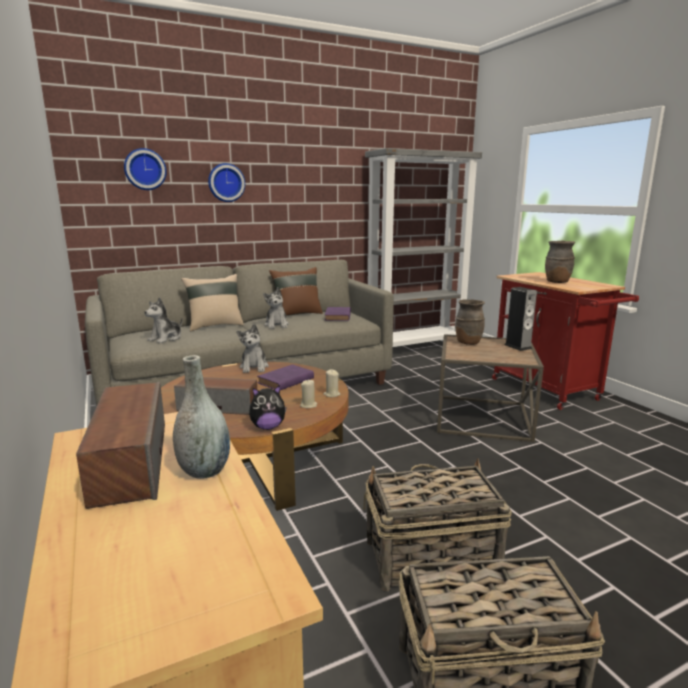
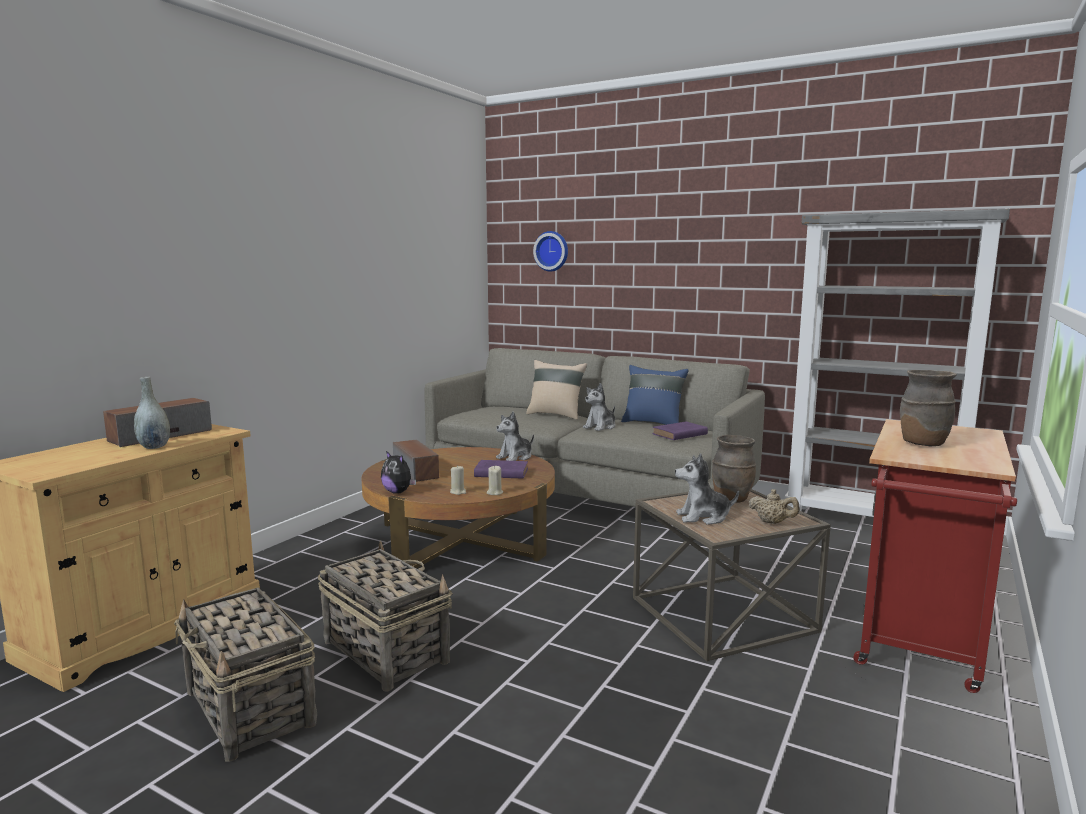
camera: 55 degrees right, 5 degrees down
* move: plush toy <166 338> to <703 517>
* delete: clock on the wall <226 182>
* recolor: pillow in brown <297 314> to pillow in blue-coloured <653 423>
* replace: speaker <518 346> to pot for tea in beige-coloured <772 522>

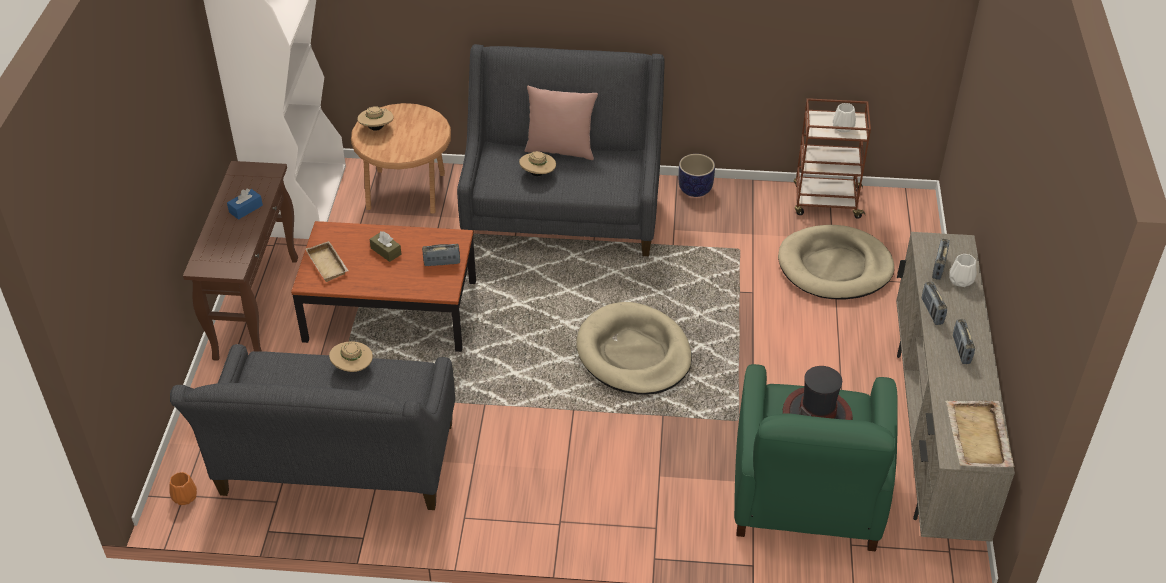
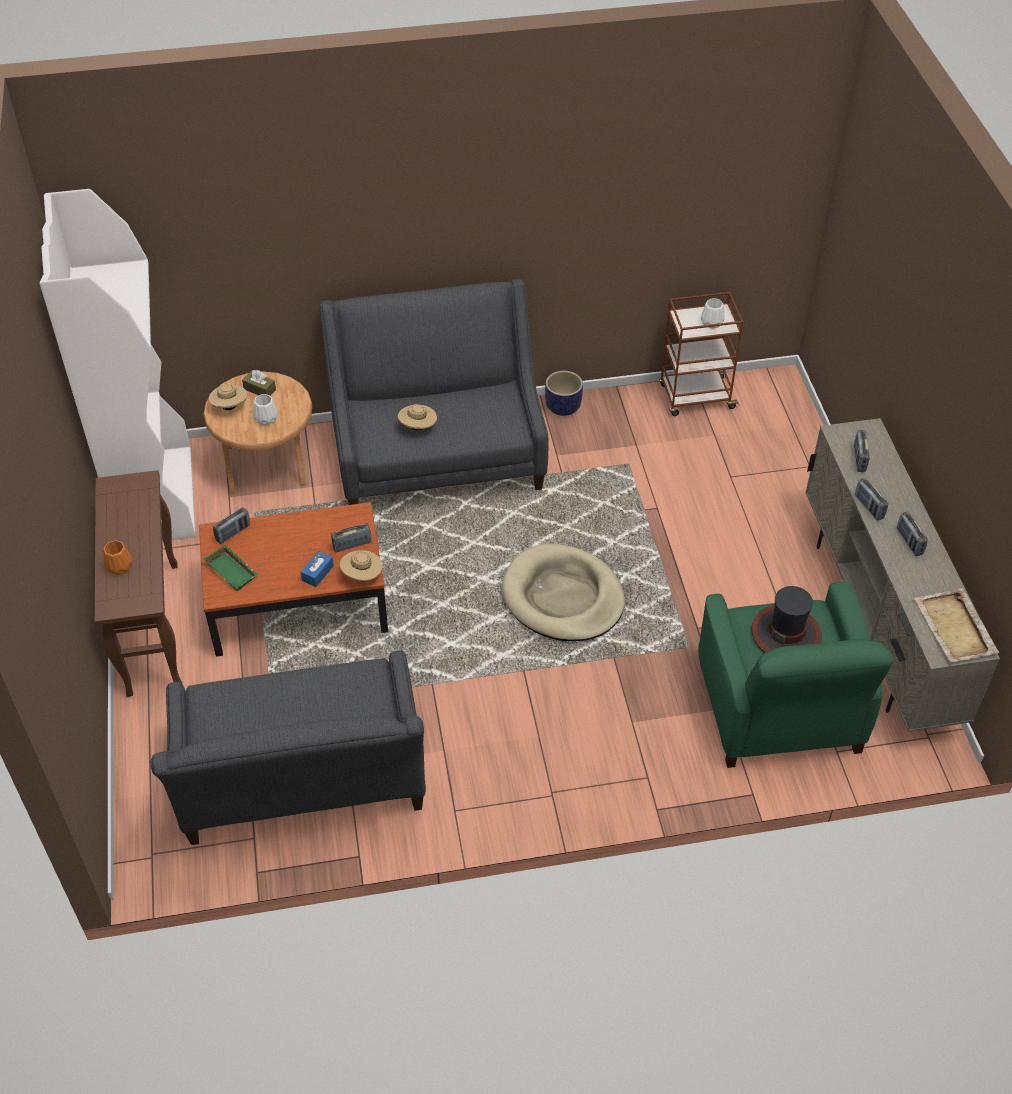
camera: 15 degrees left, 5 degrees up
* move: vase in orange-coloured <184 497> to <119 567>
* move: tissue box in blue-coloured <246 209> to <317 573>
* recolor: tray in beige-coloured <329 264> to tray in green-coloured <233 570>
* move: hat in beige-coloured <353 367> to <362 575>
* move: tissue box in brown <386 251> to <259 389>
* delete: pillow in pink <560 150>
* delete: dog cushion in beige-coloured <834 267>
* move: vase in white-coloured <961 280> to <266 419>
* insert: radio set <233 533>

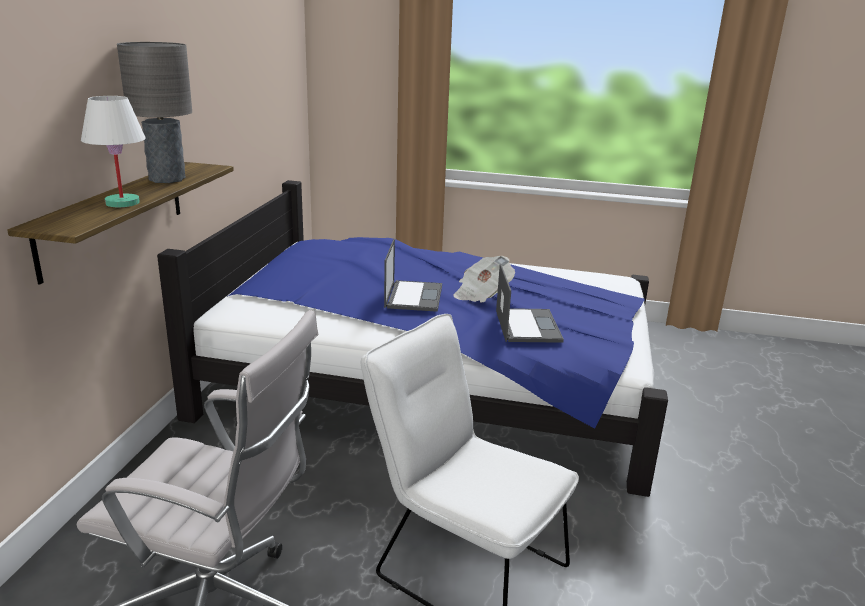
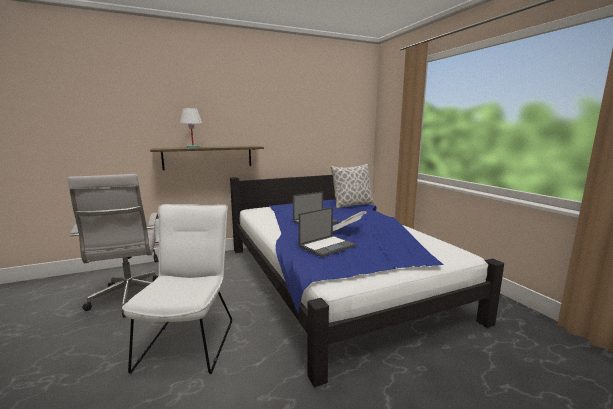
camera: 55 degrees right, 10 degrees down
* delete: tabletop lamp in greyish <167 179>
* insert: pillow <352 205>

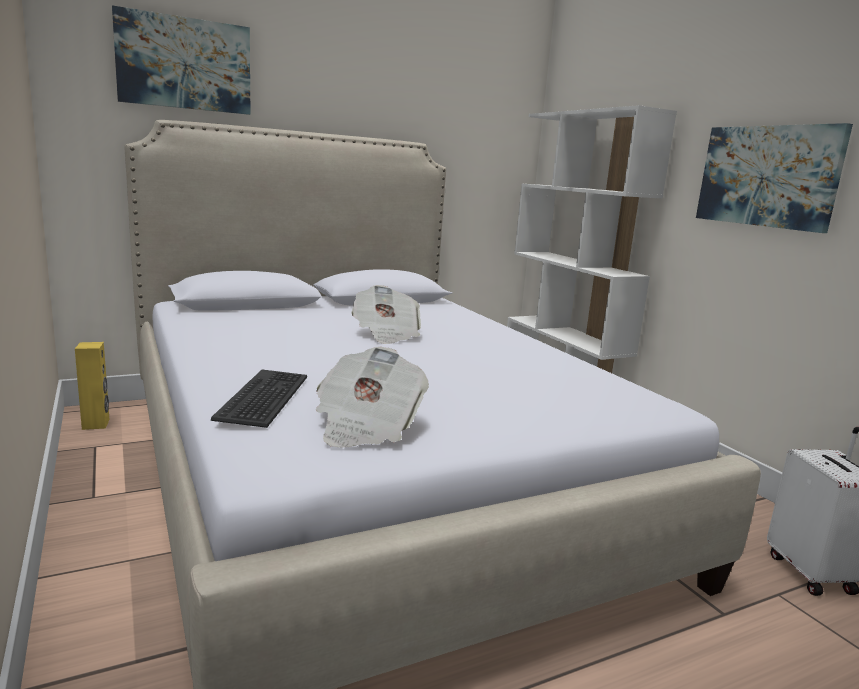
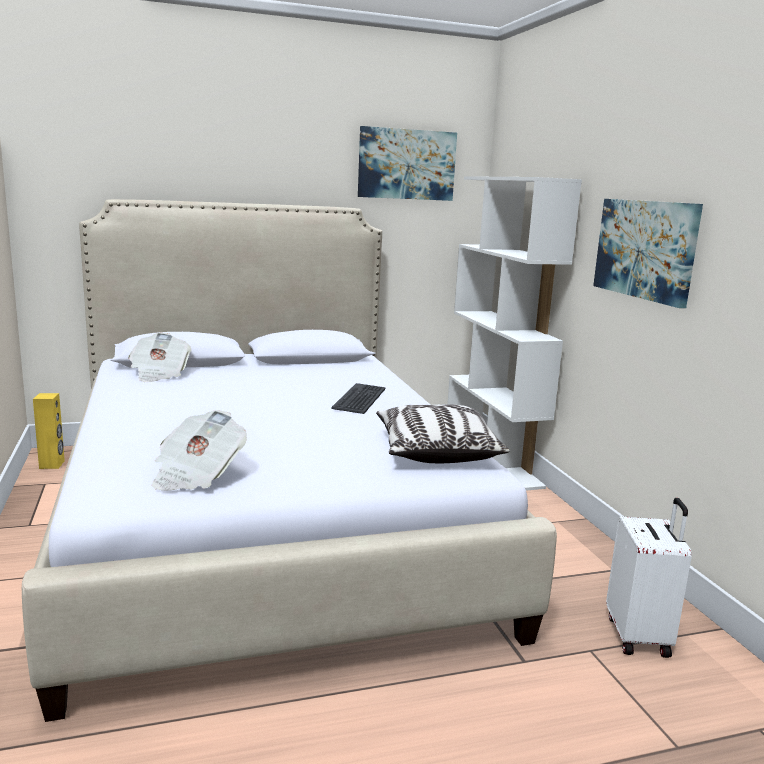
camera: 10 degrees right, 0 degrees up
* move: picture <184 64> to <406 164>
* move: keyboard <265 398> to <360 399>
* move: daily paper <386 334> to <159 374>
* insert: pillow <436 452>

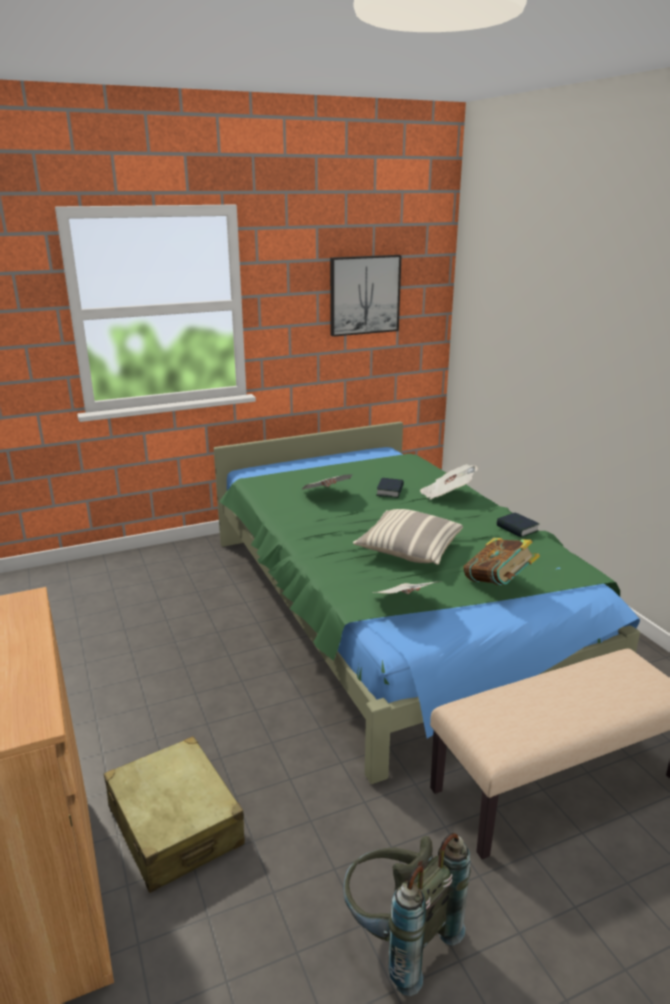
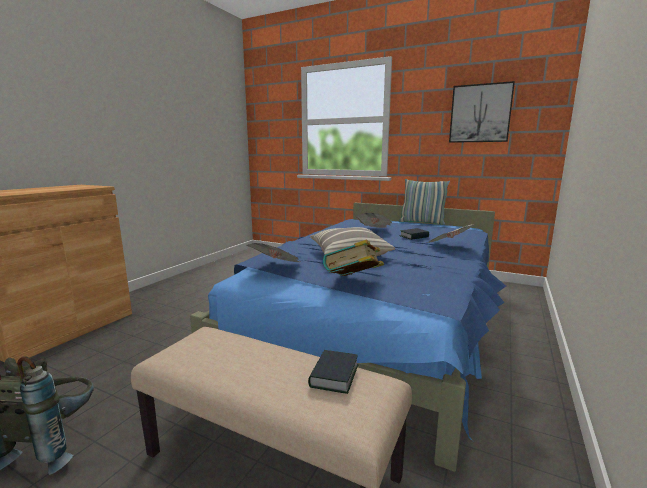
camera: 50 degrees right, 10 degrees down
* delete: piece of luggage in beige-coloured <175 826>
* recolor: bed in green-coloured <390 610> to bed in blue-coloured <379 320>
* move: book <517 529> to <334 376>
* insert: pillow <422 222>

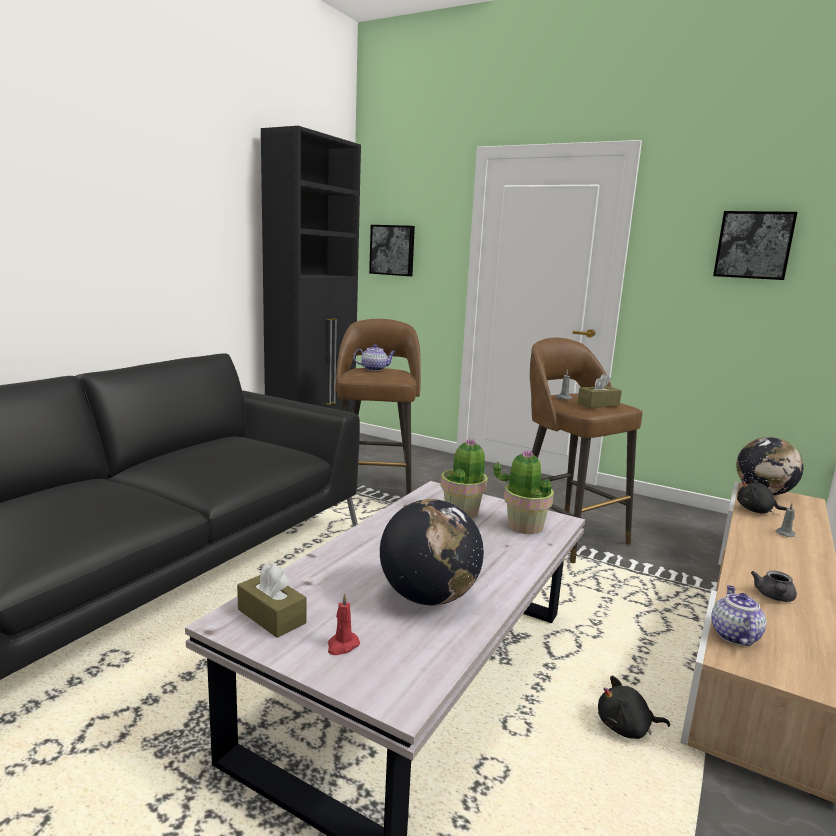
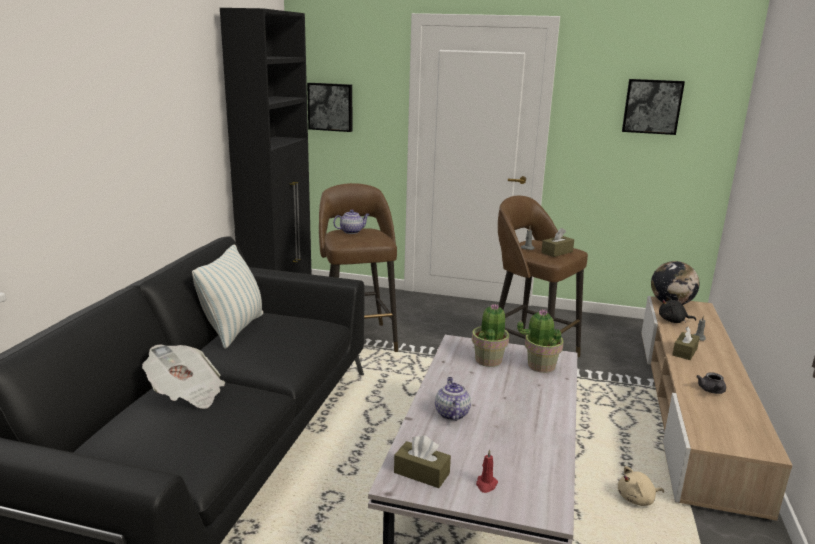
camera: 15 degrees left, 5 degrees up
* delete: globe <429 597>
* recolor: plush toy in black-coloured <626 728> to plush toy in beige-coloured <637 499>
* move: pot for tea <733 635> to <451 413>
* insert: daily paper <187 393>
* insert: pillow <234 329>
* insert: tissue box in brown <684 352>

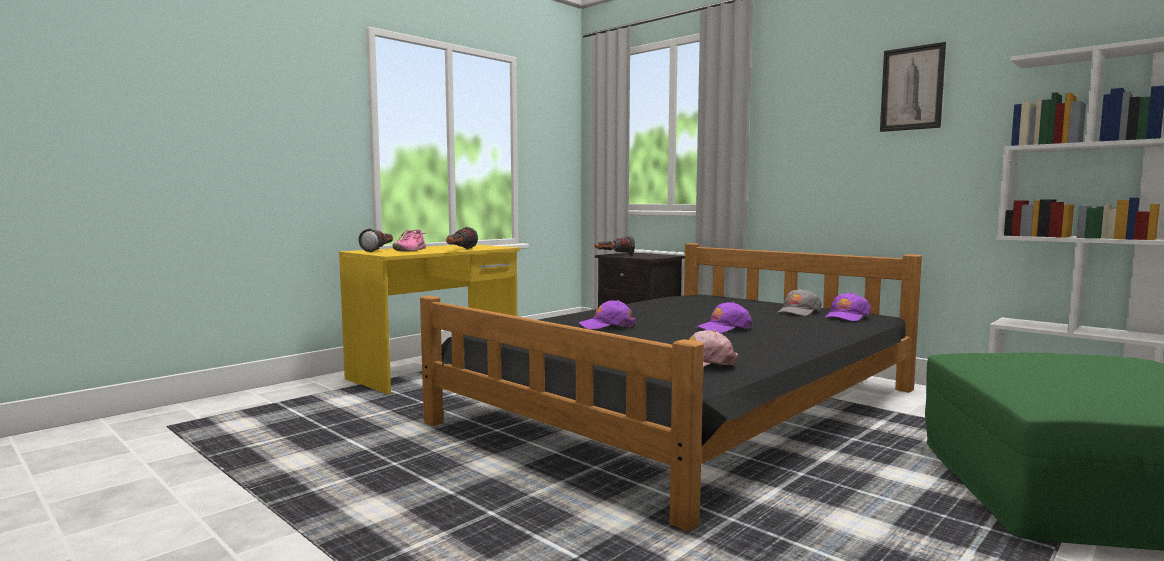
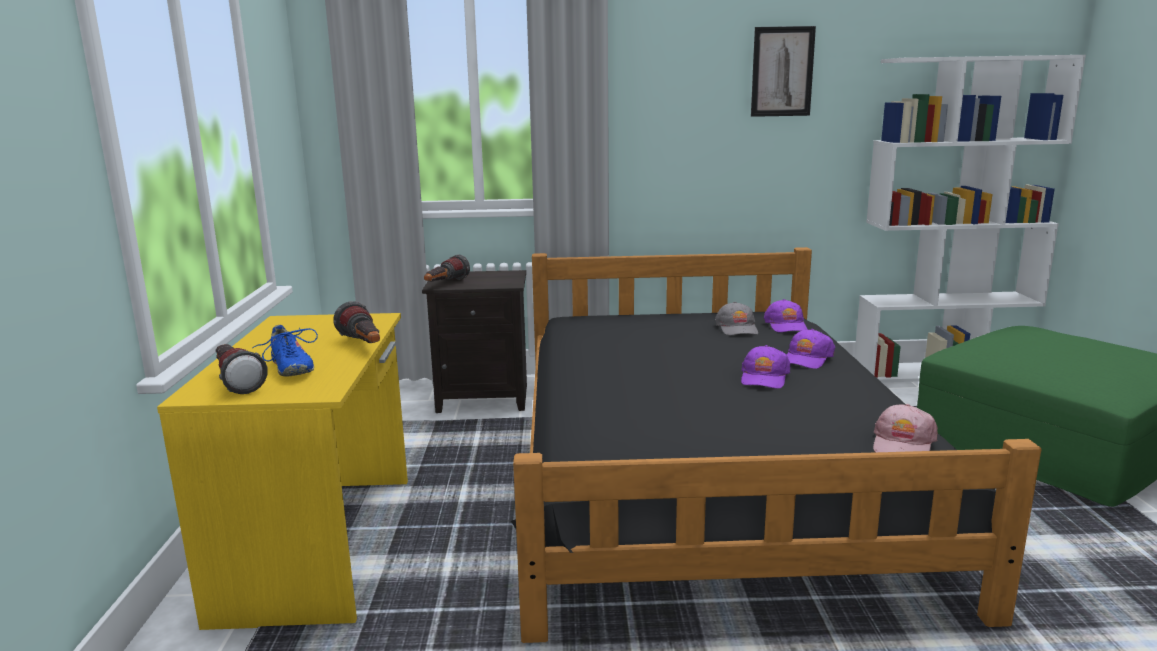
camera: 45 degrees left, 10 degrees up
* recolor: shoe in pink <409 250> to shoe in blue-coloured <290 368>
* move: peaked cap in purple <607 325> to <807 359>

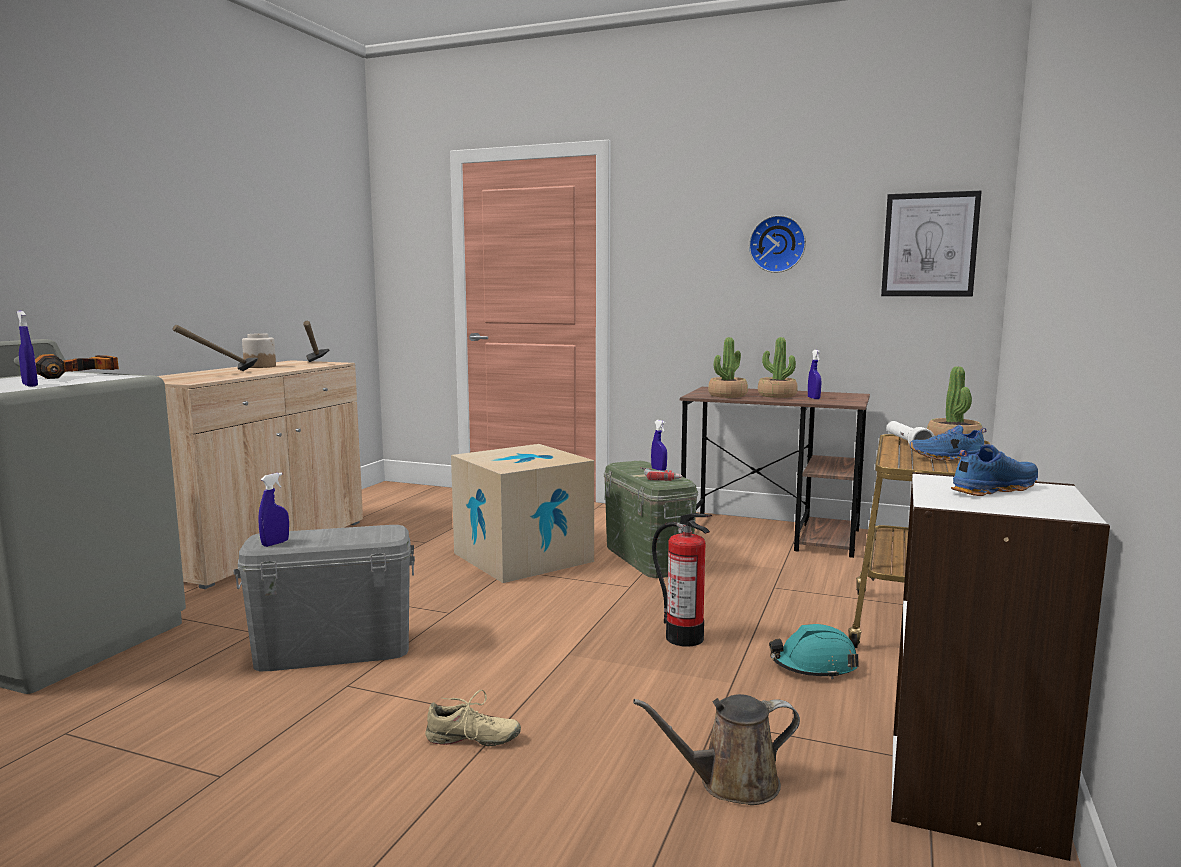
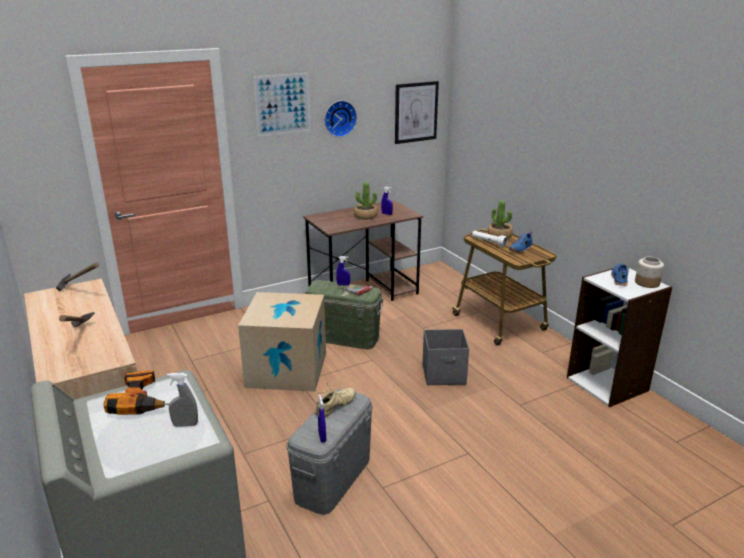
camera: 50 degrees left, 15 degrees up
* recolor: hand sprayer in blue-coloured <30 385> to hand sprayer in greyish <185 425>
* move: jar <260 366> to <646 283>
* move: shoe in beige-coloured <472 739> to <335 406>
* delete: sprinkling can in brown <731 783>
* replace: extinguisher <684 638> to storage container in greyish <444 375>
* delete: houseplant <727 395>
* delete: work helmet in turquoise-coloured <814 666>
* insert: picture <282 104>

